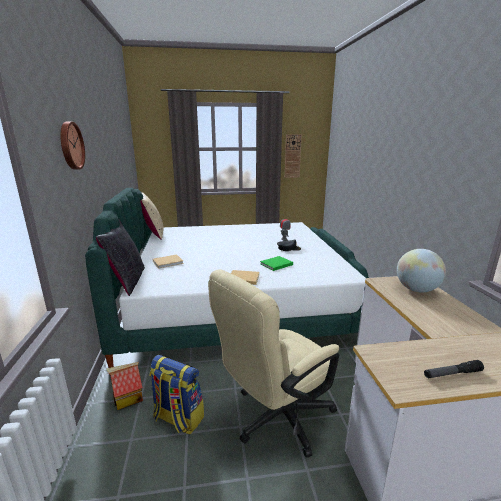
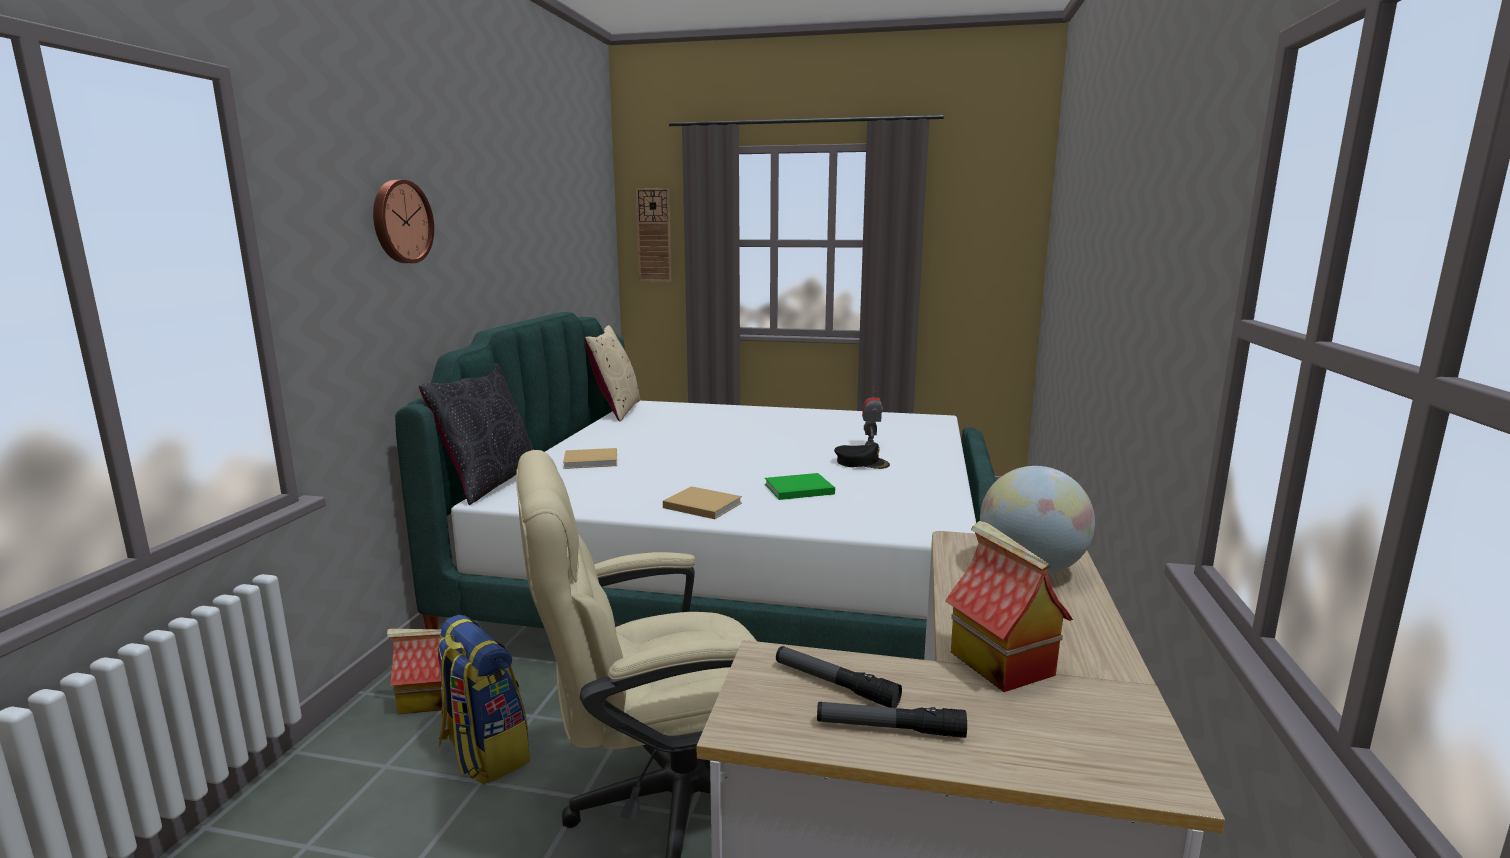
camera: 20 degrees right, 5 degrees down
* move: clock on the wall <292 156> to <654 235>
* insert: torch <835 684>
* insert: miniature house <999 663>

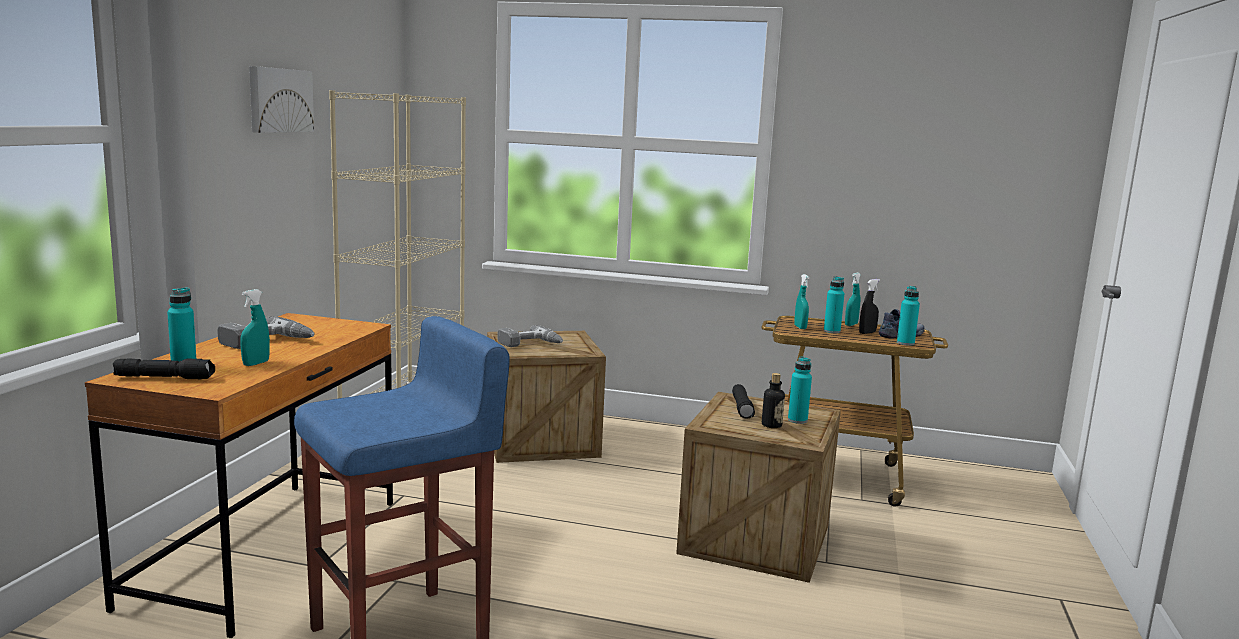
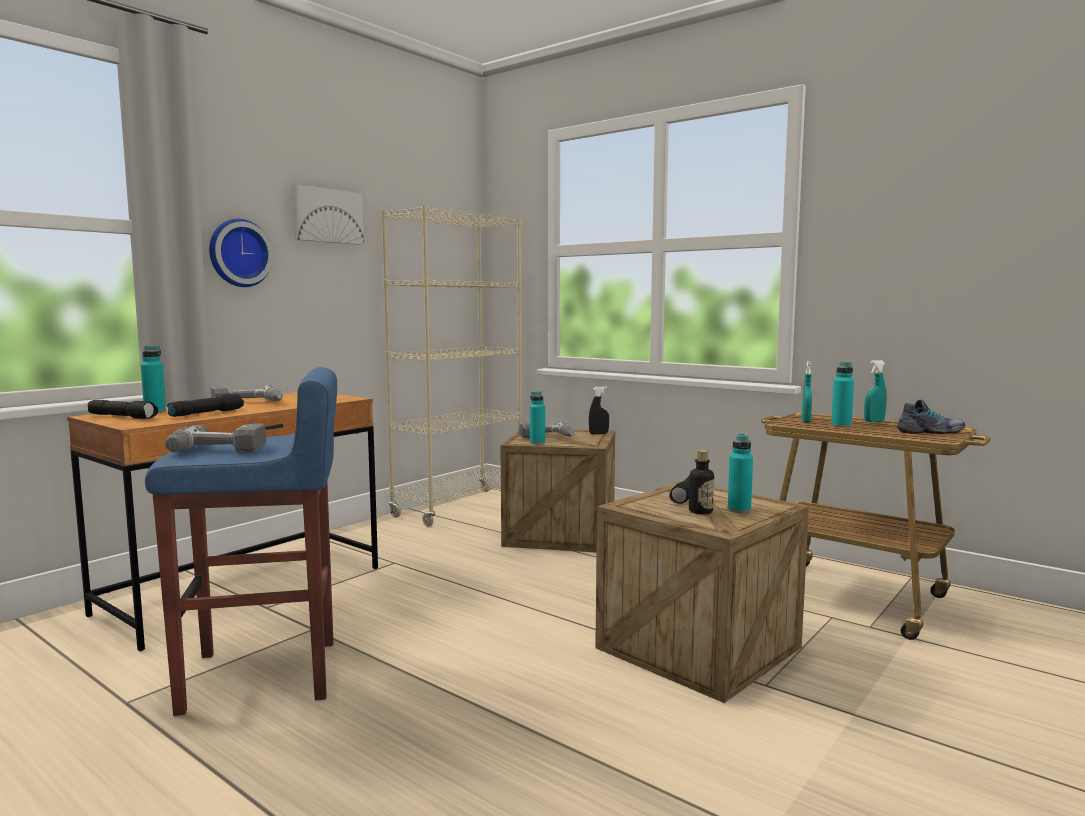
camera: 25 degrees right, 5 degrees down
* replace: hand sprayer in turquoise-coloured <256 363> to torch in black-coloured <206 413>
* move: hand sprayer in black-coloured <867 332> to <598 433>
* move: beverage bottle in turquoise-coloured <905 343> to <537 443>
* insert: drill <223 447>
* insert: clock on the wall <238 253>

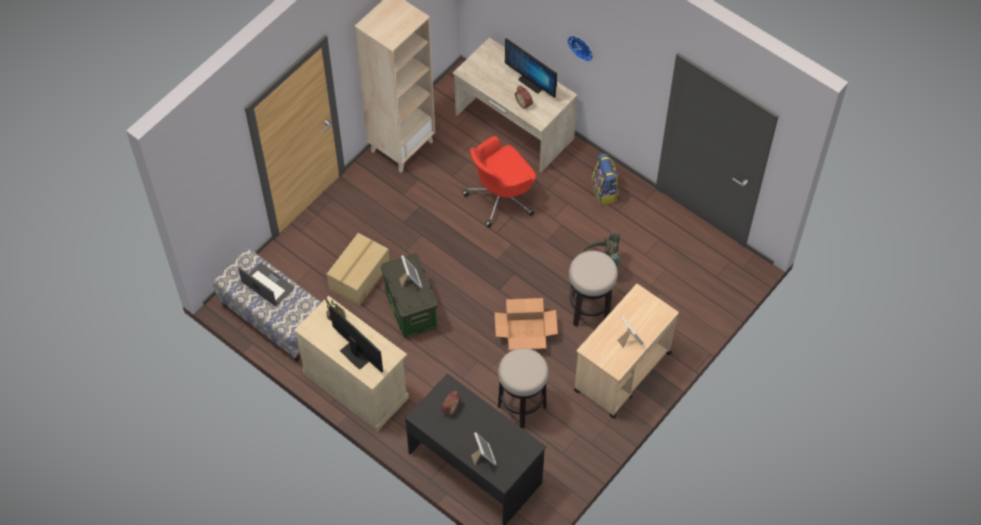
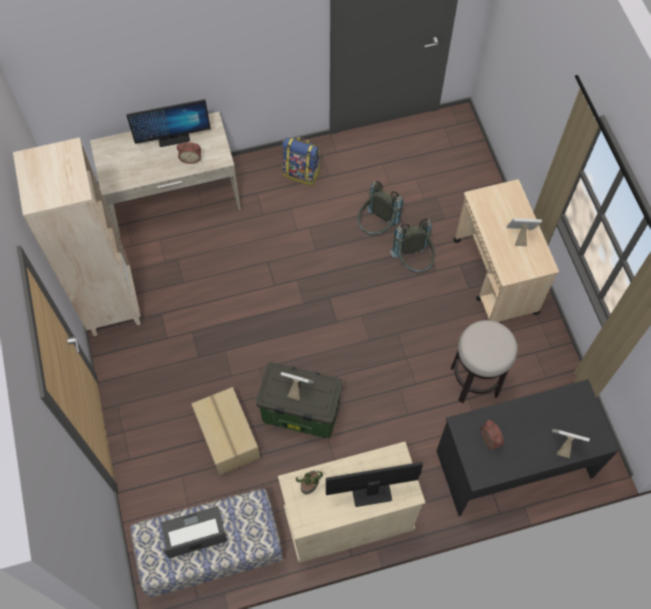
camera: 55 degrees left, 5 degrees up
* delete: desk chair in reddish <501 197>
* delete: cardboard box <525 332>
* delete: clock on the wall <581 46>
* replace: stool seat <589 310> to backpack in greyish <413 262>

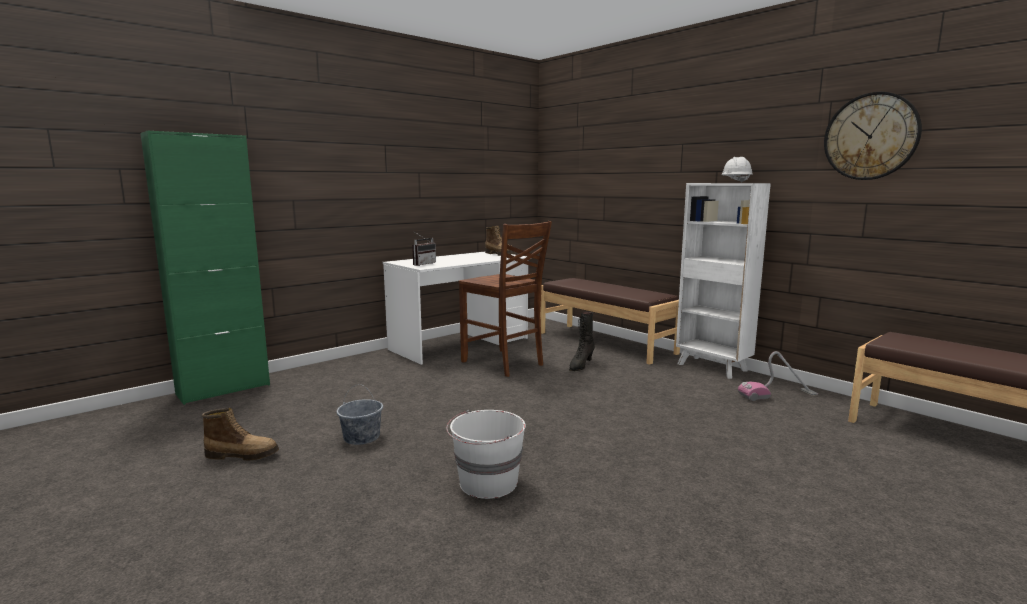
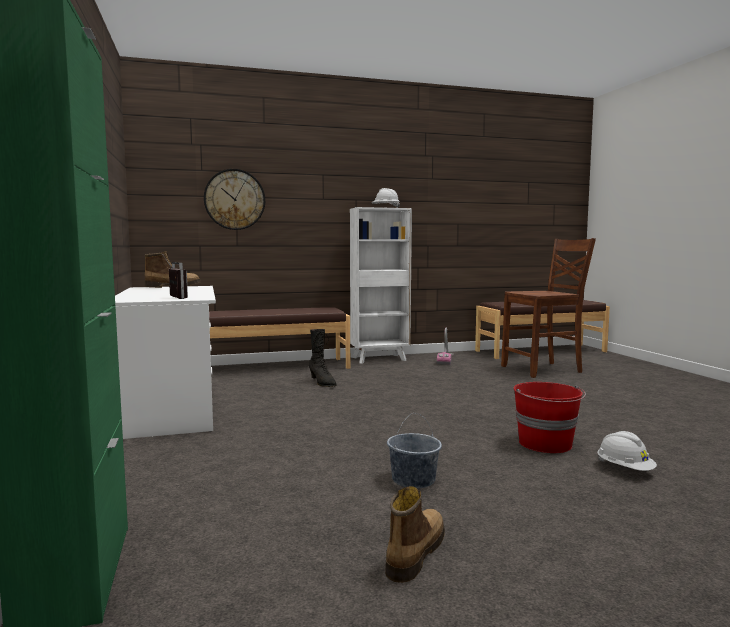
camera: 65 degrees left, 5 degrees down
* recolor: pail in white-coloured <487 483> to pail in reddish <546 444>
* move: upright chair in brown <504 363> to <543 370>
* move: clock on the wall <871 136> to <234 199>
* insert: work helmet in white-coloured <625 469>

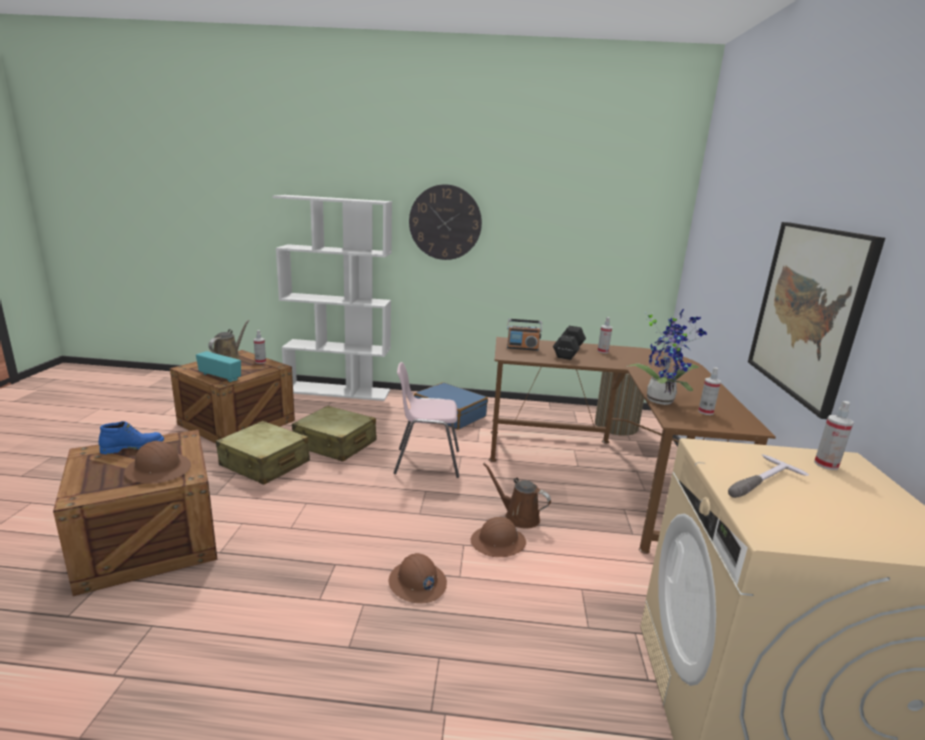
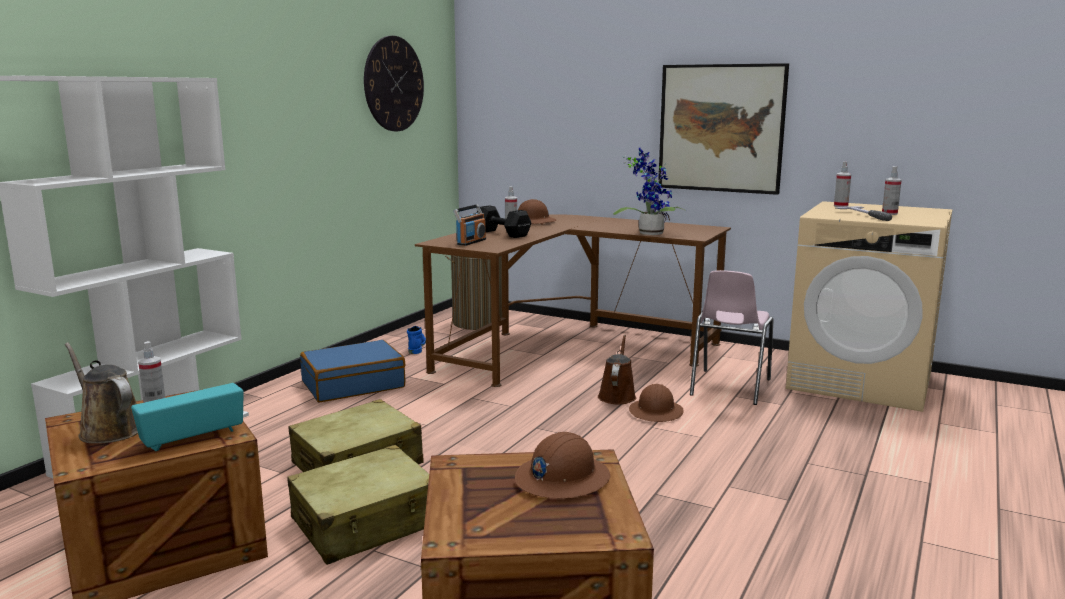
camera: 65 degrees left, 5 degrees down
* move: tall boot in blue-coloured <133 447> to <415 347>
* move: work helmet in brown <417 583> to <533 222>
* move: upright chair in pink <426 462> to <729 387>
* move: clock on the wall <445 222> to <394 84>
* rotate: sprinkling can in brown <518 516> = <617 395> 135 degrees clockwise
* move: hand sprayer <705 412> to <889 213>

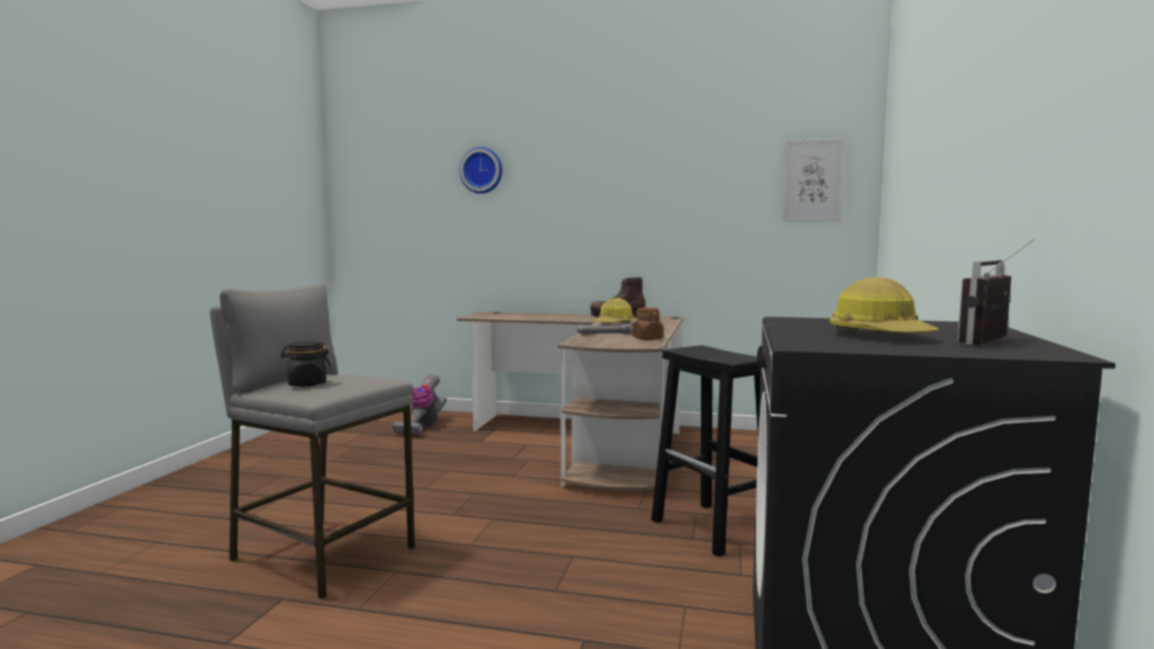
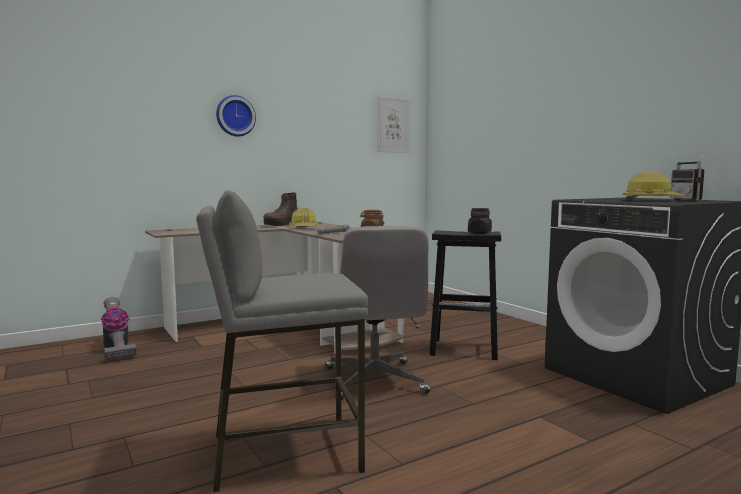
camera: 45 degrees left, 0 degrees up
* move: jar in black-coloured <307 384> to <479 233>
* move: clock on the wall <482 170> to <235 116>
* insert: desk chair in greyish <375 381>

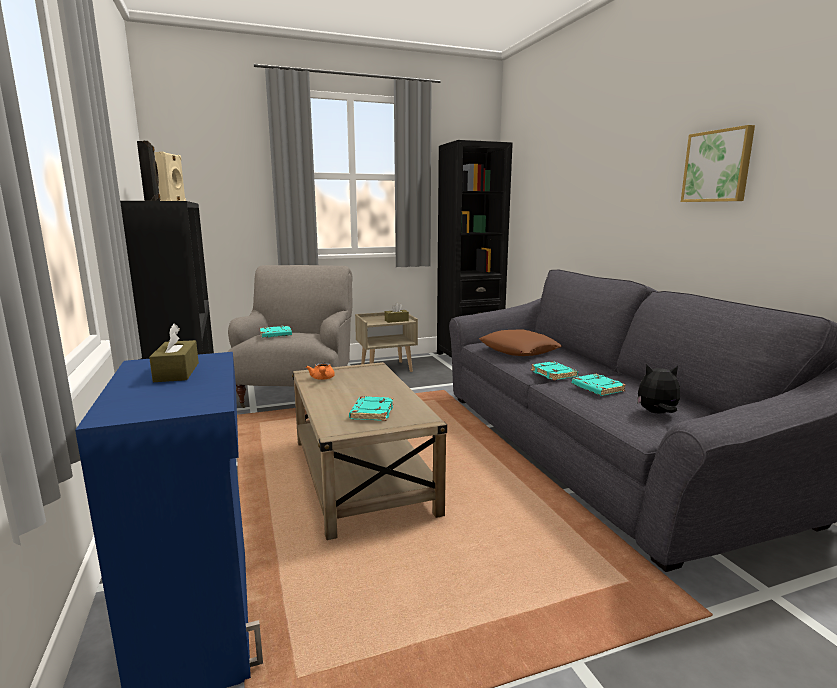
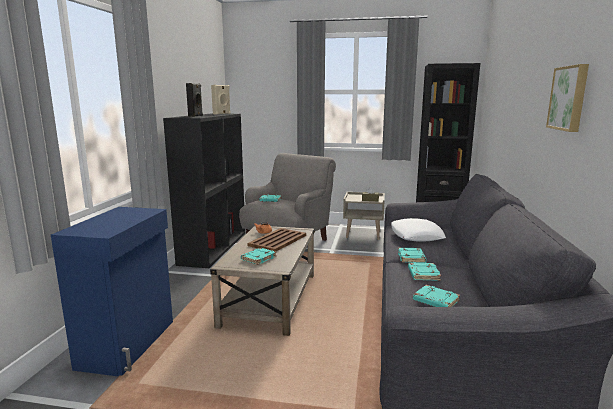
camera: 30 degrees right, 0 degrees up
* delete: tissue box in brown <177 372>
* recolor: pillow in brown <519 350> to pillow in white-coloured <416 235>
* replace: plush toy <657 413> to book in turquoise-coloured <435 301>
* insert: tray in brown <277 240>

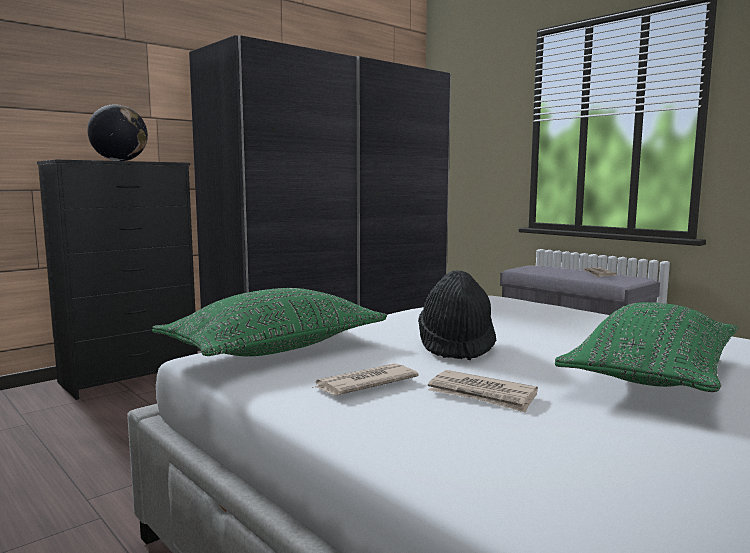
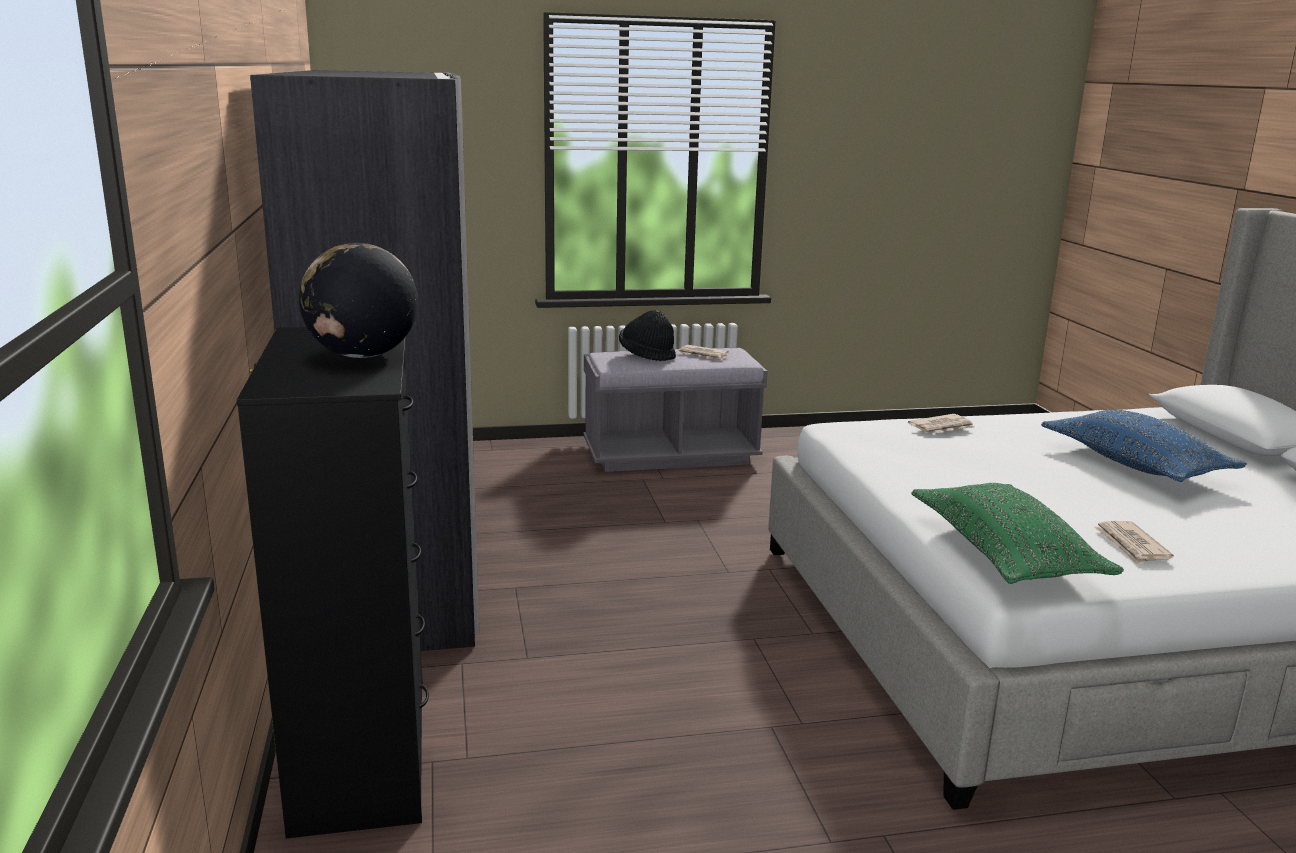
camera: 60 degrees left, 10 degrees up
* move: hat in black-coloured <456 346> to <647 355>
* move: daily paper <482 395> to <942 427>
* recolor: pillow in green-coloured <652 374> to pillow in blue-coloured <1135 464>

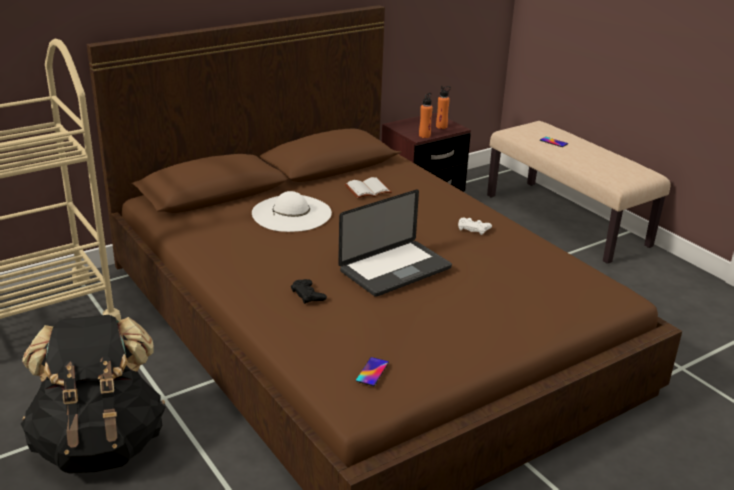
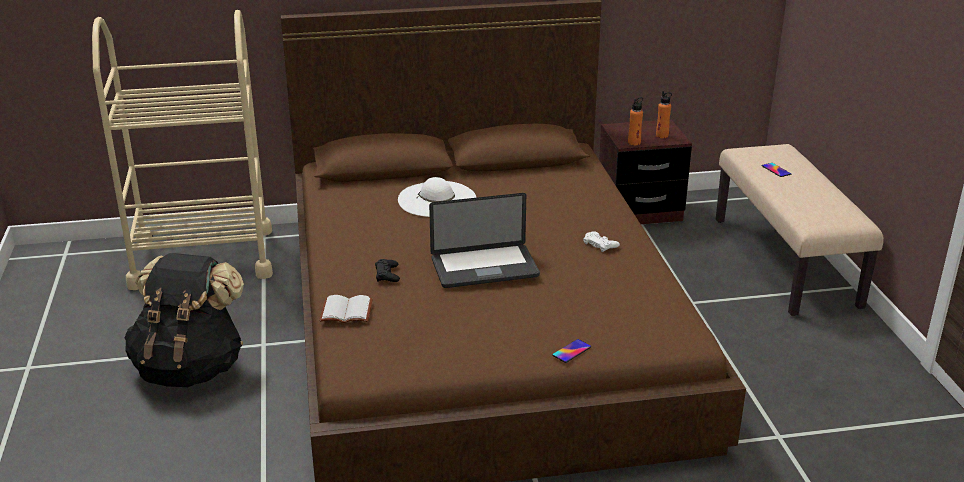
camera: 25 degrees right, 0 degrees up
* move: book in white-coloured <368 190> to <345 312>
* move: telephone <372 372> to <571 351>

